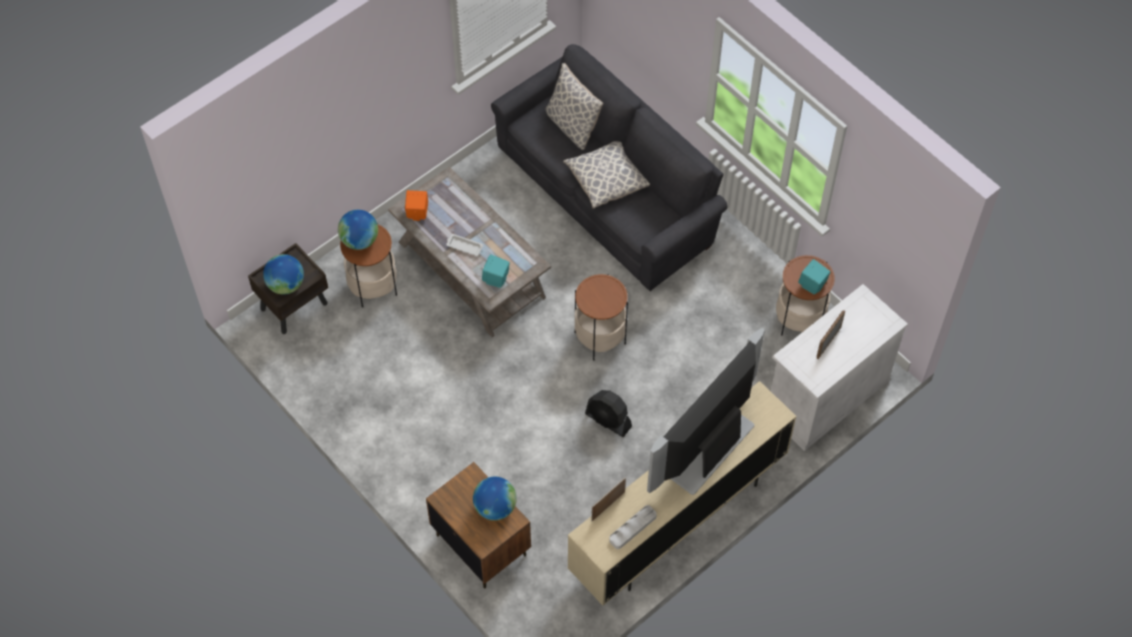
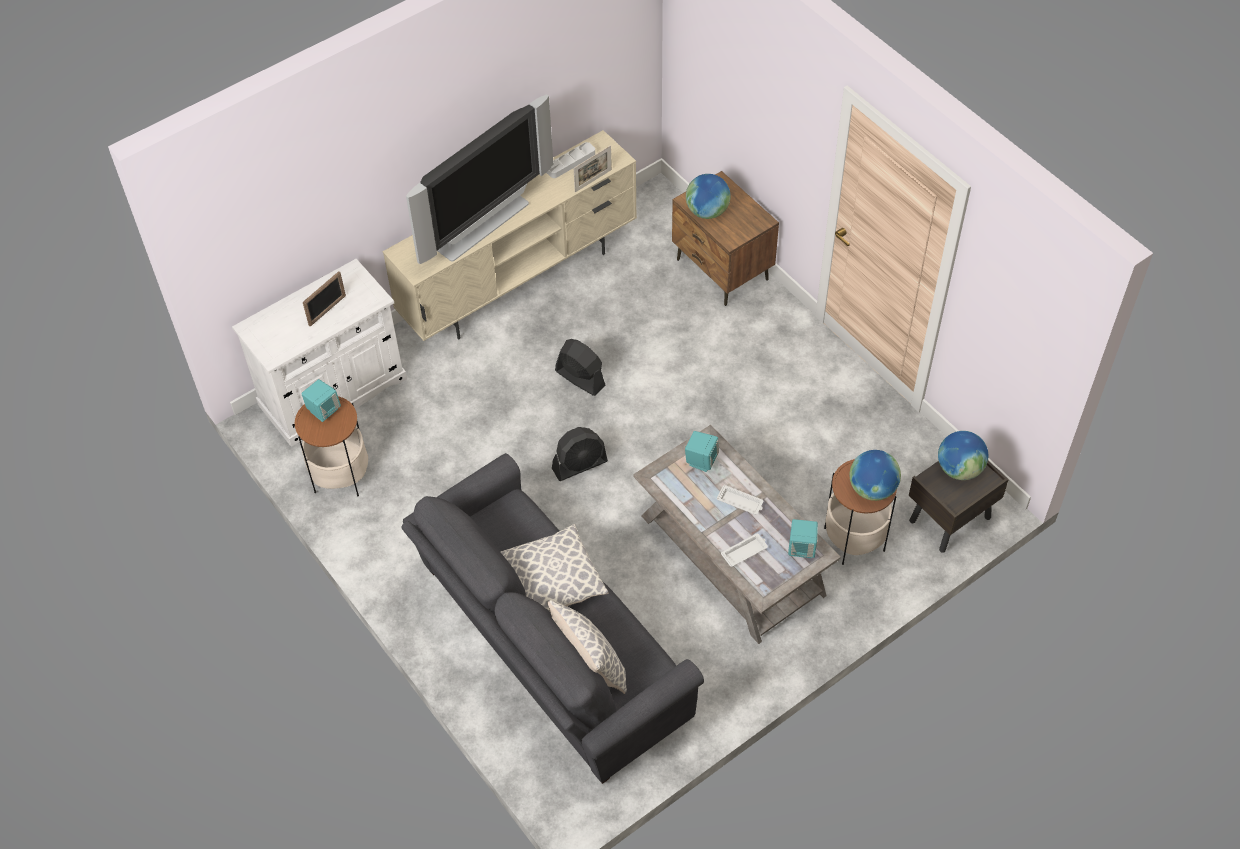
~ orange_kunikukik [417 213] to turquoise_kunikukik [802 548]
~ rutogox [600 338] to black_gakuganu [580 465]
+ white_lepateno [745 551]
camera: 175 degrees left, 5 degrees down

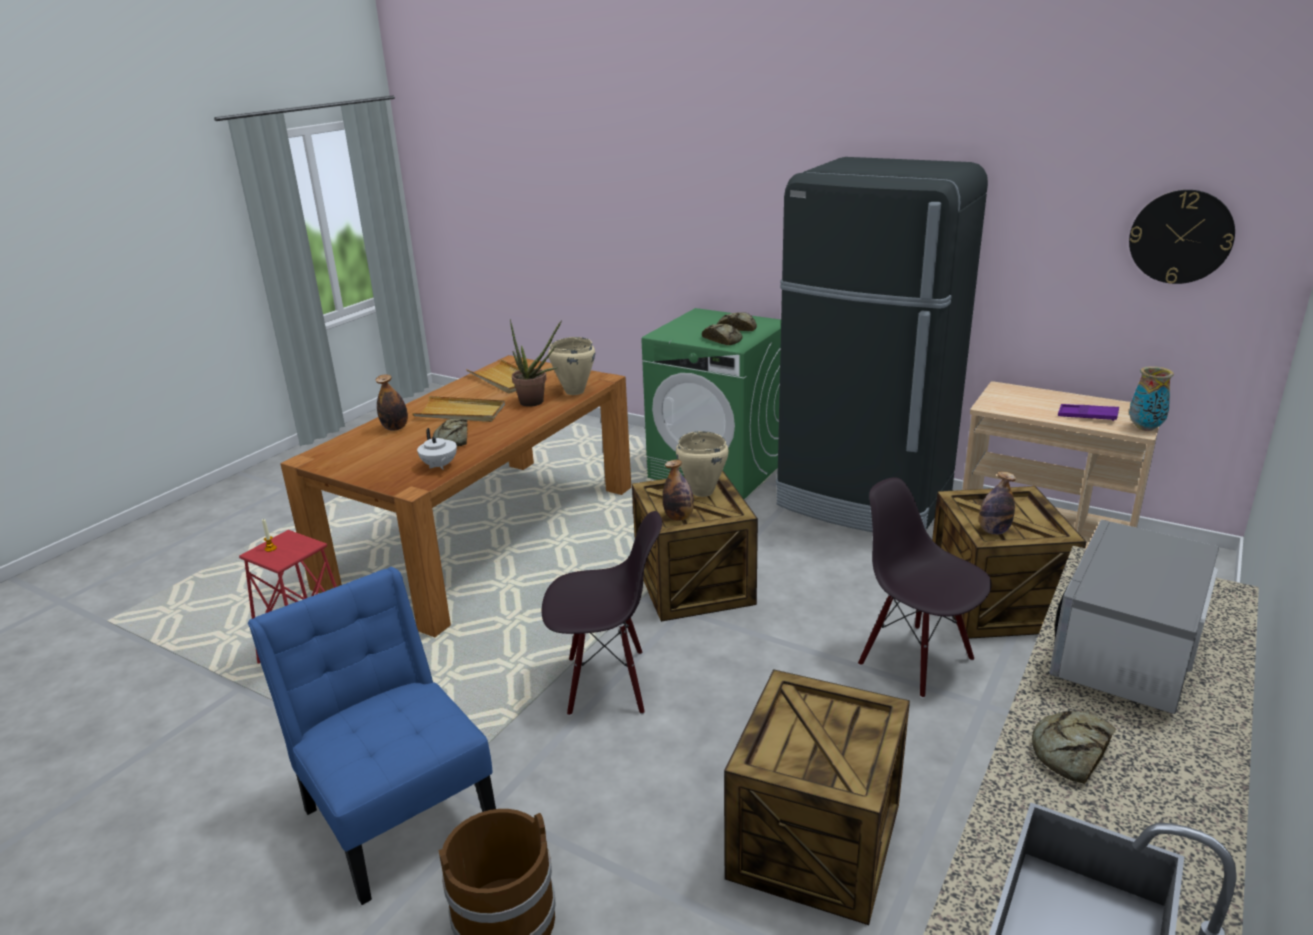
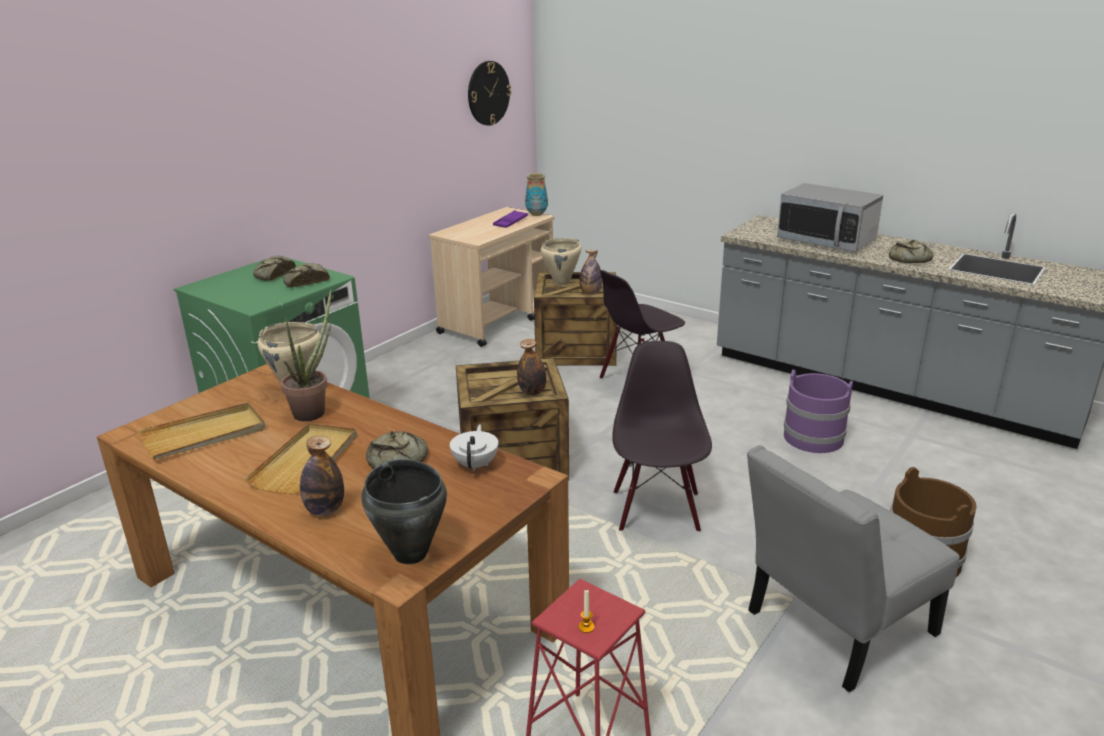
~ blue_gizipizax [396 811] to grey_gizipizax [833 627]
~ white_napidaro [439 466] = [476 464] 60 degrees counterclockwise
~ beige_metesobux [702 492] to [562 282]
~ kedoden [812 839] to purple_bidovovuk [813 437]
- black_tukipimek [864 501]
+ black_metesobux [411 553]
camera: 85 degrees left, 0 degrees up

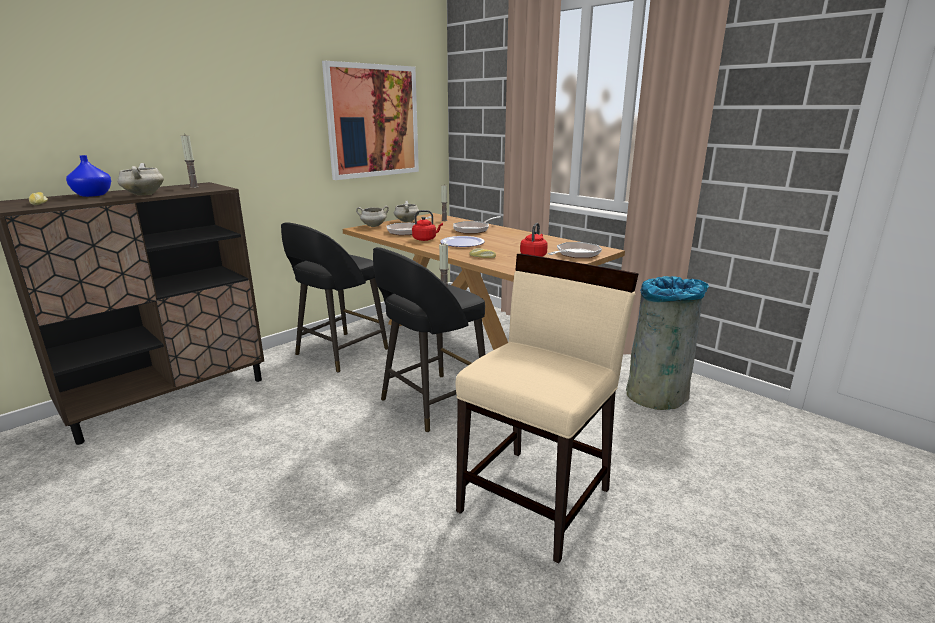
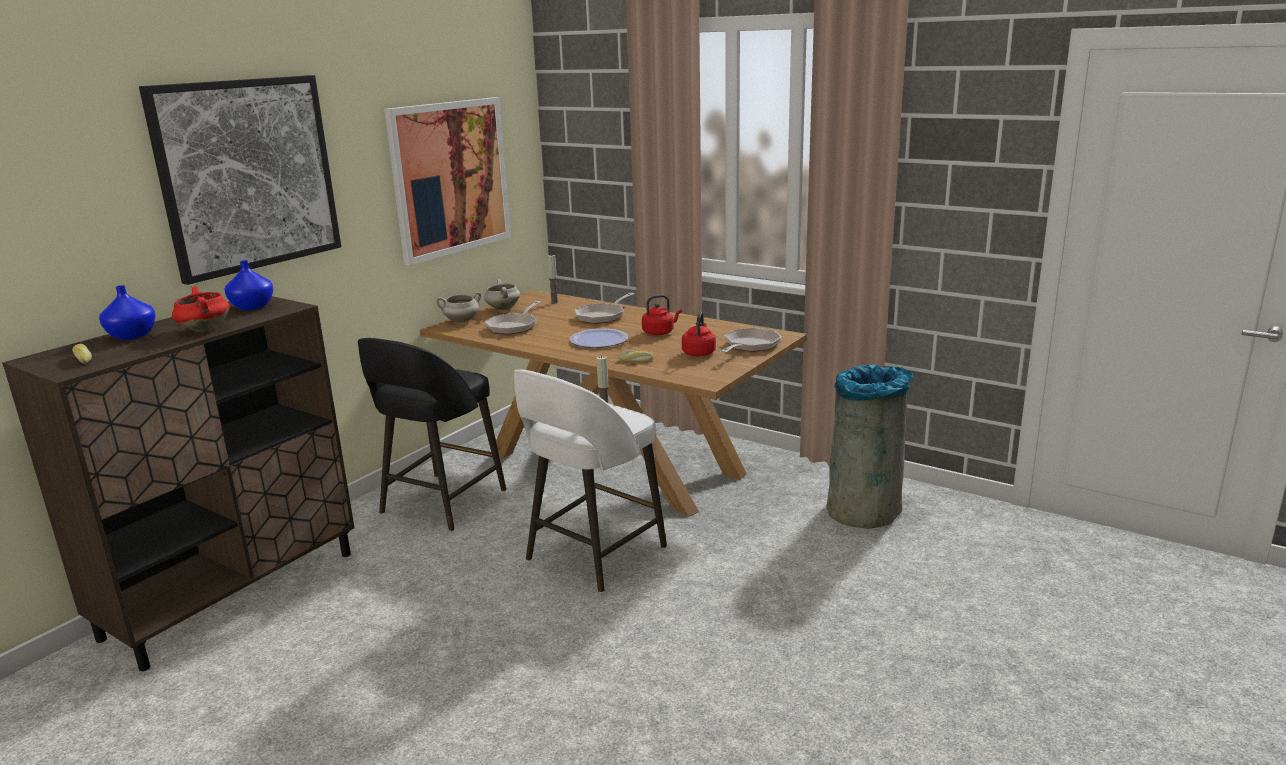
~ white_metesobux [143 195] to red_metesobux [204 329]
~ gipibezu [194 187] to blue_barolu [252 307]
~ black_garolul [432 402] to white_garolul [593 555]
~ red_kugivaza [425 239] to [659 332]
- beige_gizipizax [536 499]
+ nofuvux [248 175]
camera: 10 degrees left, 0 degrees up

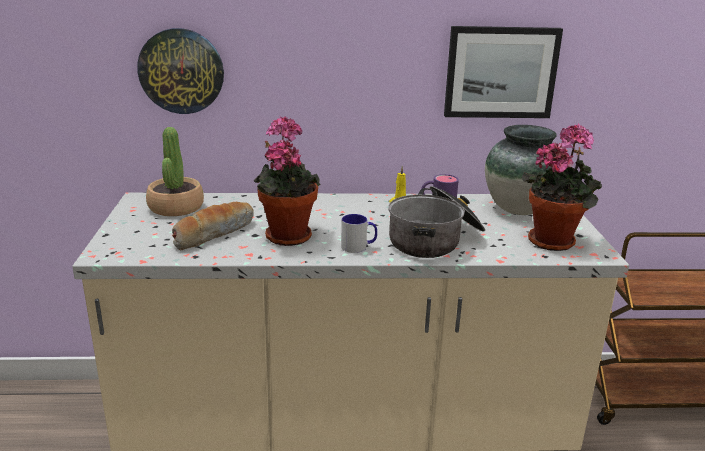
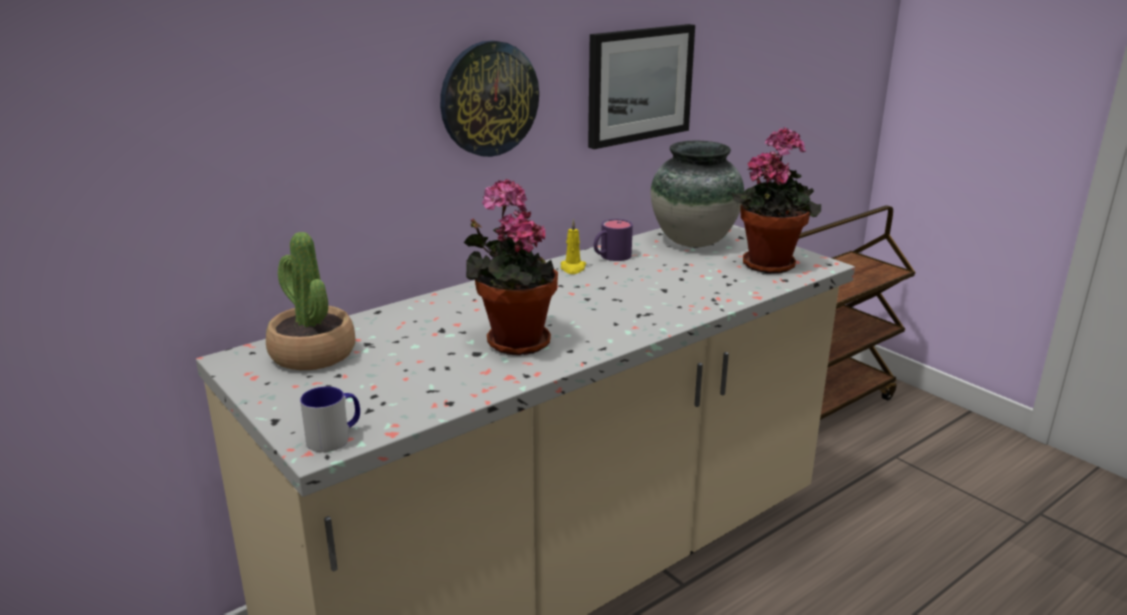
~ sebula [181 71] to [488 99]
- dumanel [214 233]
~ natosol [359 247] to [335 437]
- metesobux [435 240]
camera: 35 degrees left, 0 degrees up

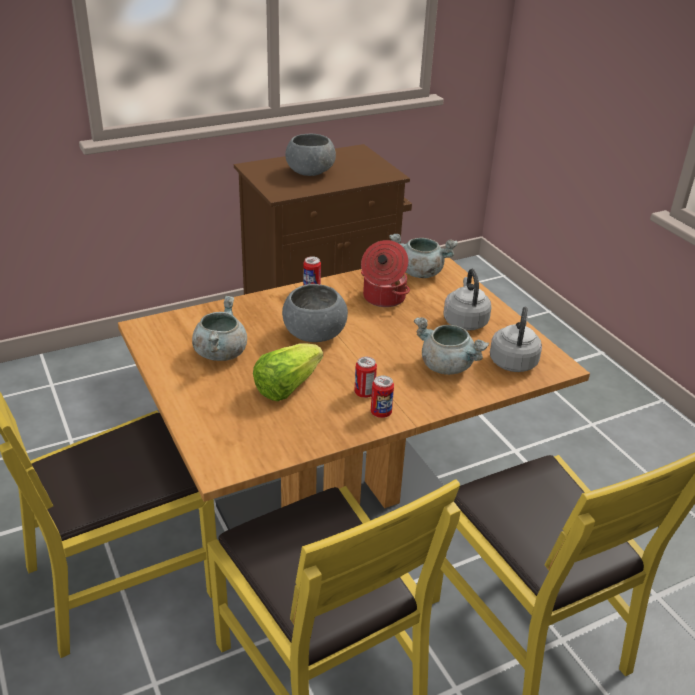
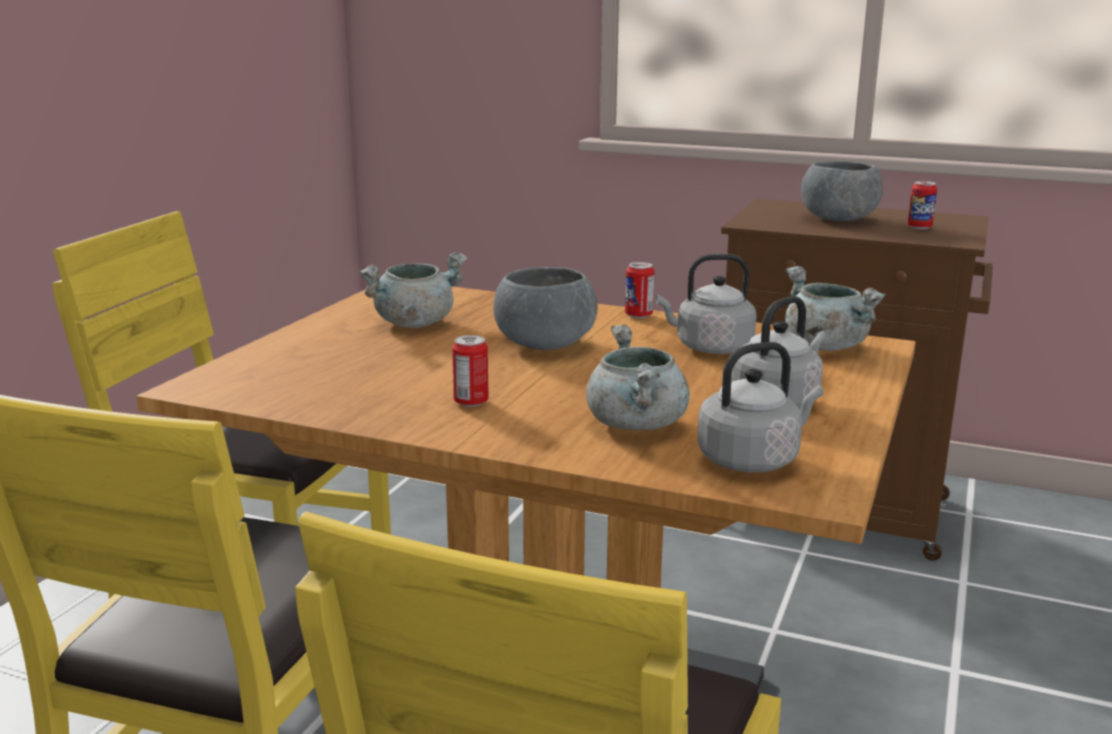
- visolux [287 386]
~ metesobux [383 298] to grey_kugivaza [710 348]
~ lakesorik [381 413] to [919 227]
camera: 50 degrees right, 15 degrees down

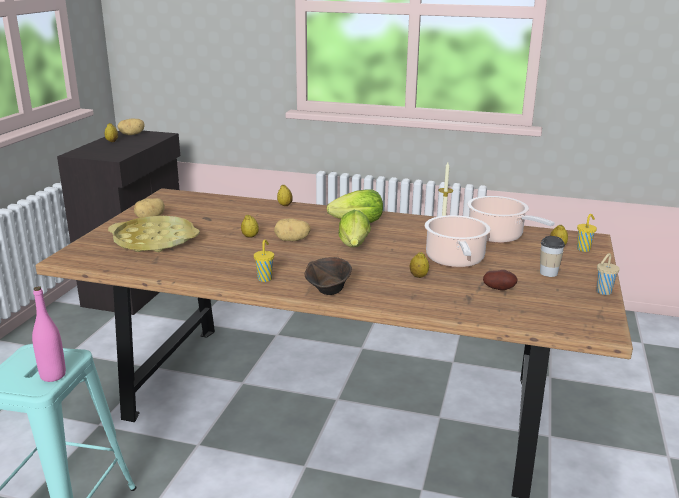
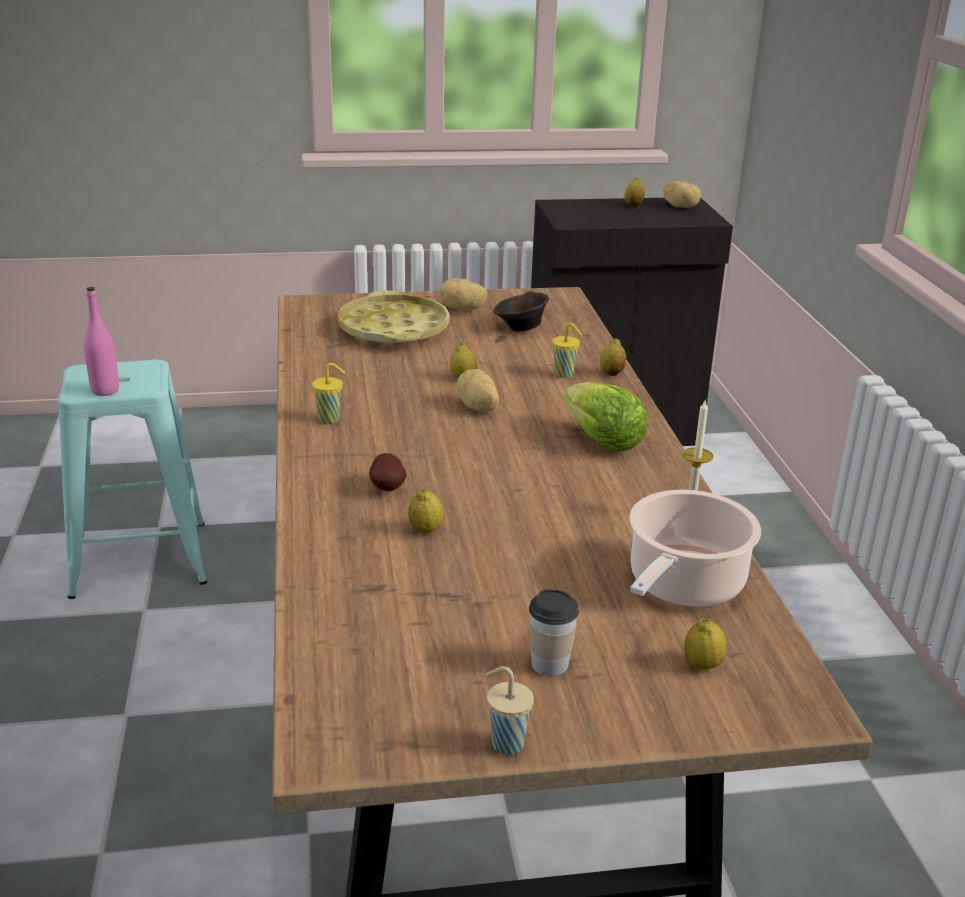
~ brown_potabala [328 291] to [520 328]
- visolux [354 247]
- metesobux [455 260]
~ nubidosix [499 289] to [388 488]
~ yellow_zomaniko [584 249] to [565 375]
camera: 65 degrees right, 5 degrees up

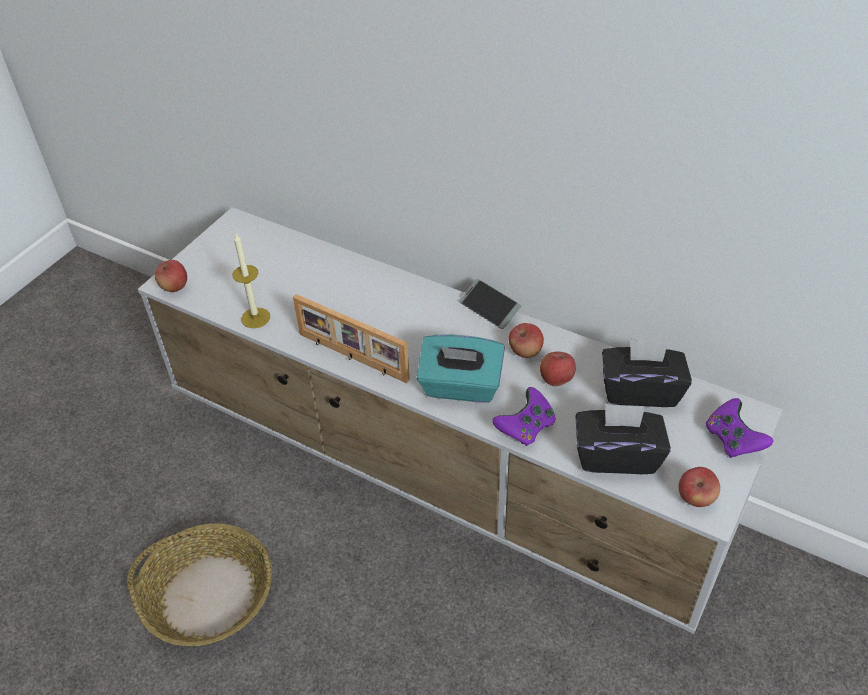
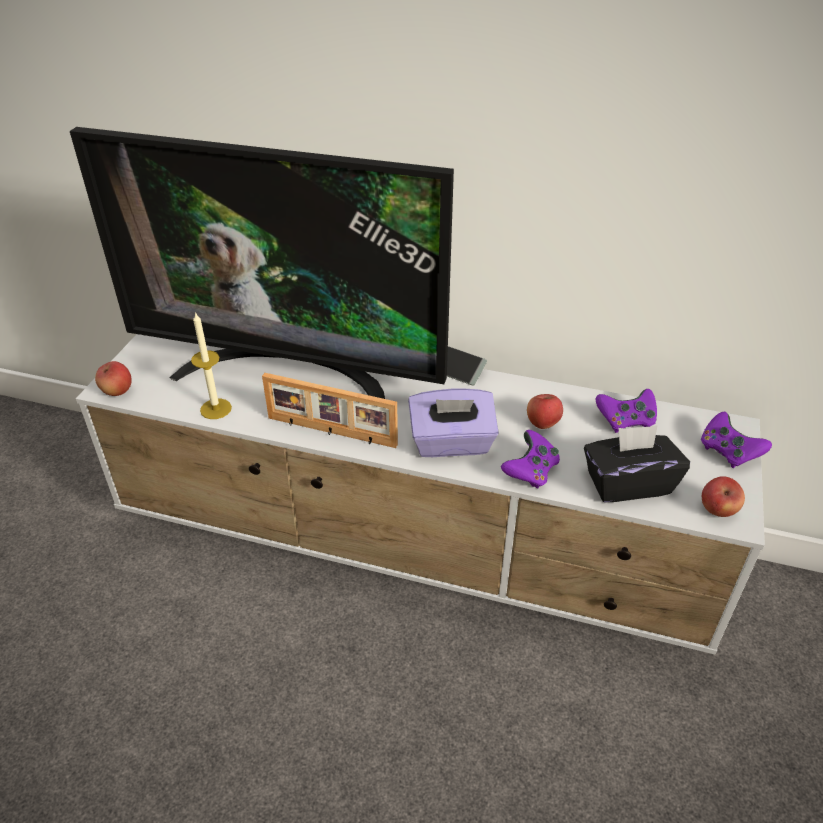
- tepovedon [210 595]
~ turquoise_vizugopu [460 387] to purple_vizugopu [452 443]
- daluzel [525 352]
~ black_vizugopu [640 390] to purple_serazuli [625 421]
+ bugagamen [290 372]
camera: 15 degrees left, 5 degrees down

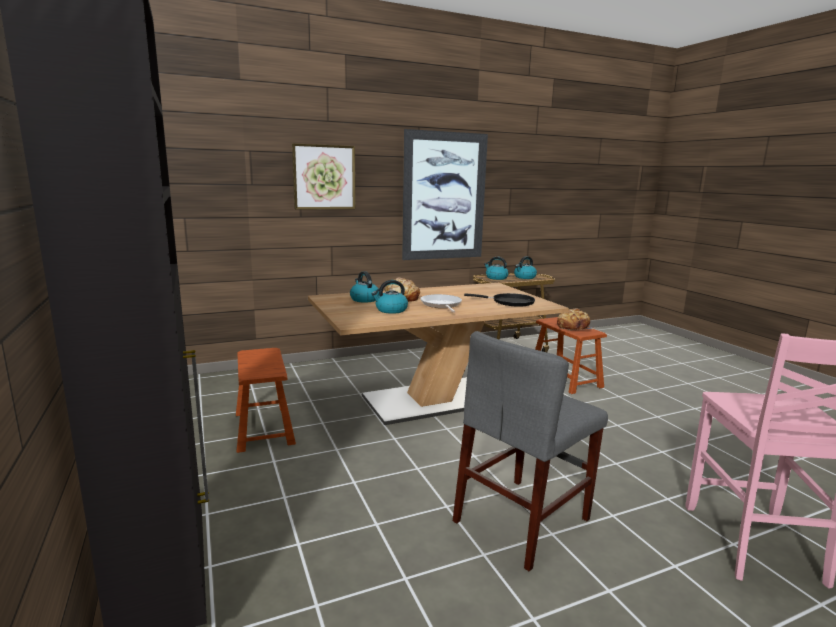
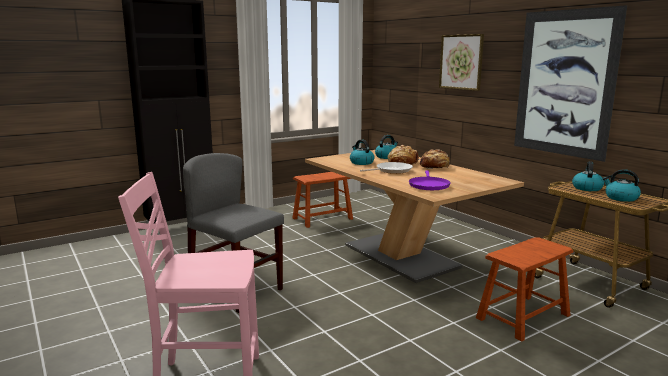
~ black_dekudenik [510 302] to purple_dekudenik [428 185]
~ dumanel [573 327] to [434 167]
camera: 80 degrees right, 0 degrees up

